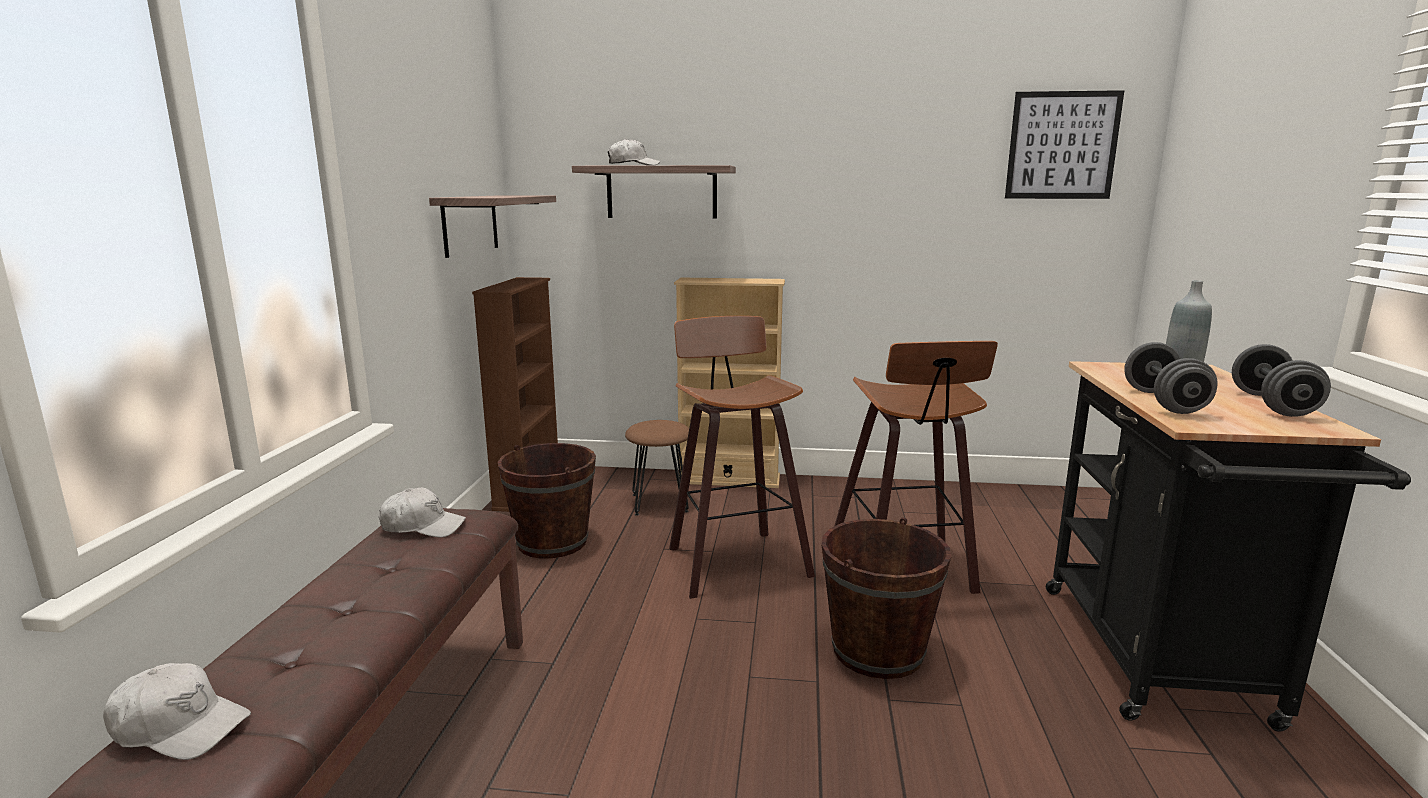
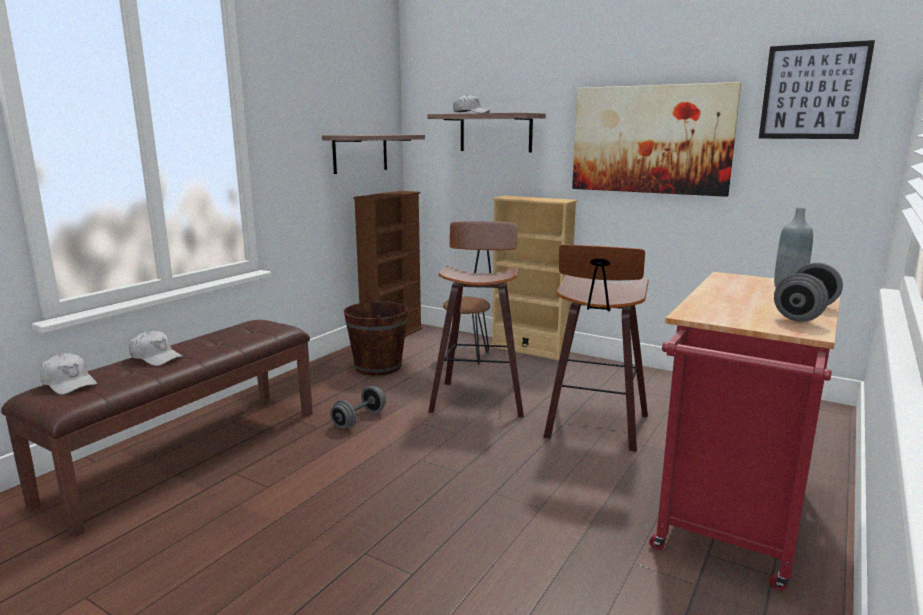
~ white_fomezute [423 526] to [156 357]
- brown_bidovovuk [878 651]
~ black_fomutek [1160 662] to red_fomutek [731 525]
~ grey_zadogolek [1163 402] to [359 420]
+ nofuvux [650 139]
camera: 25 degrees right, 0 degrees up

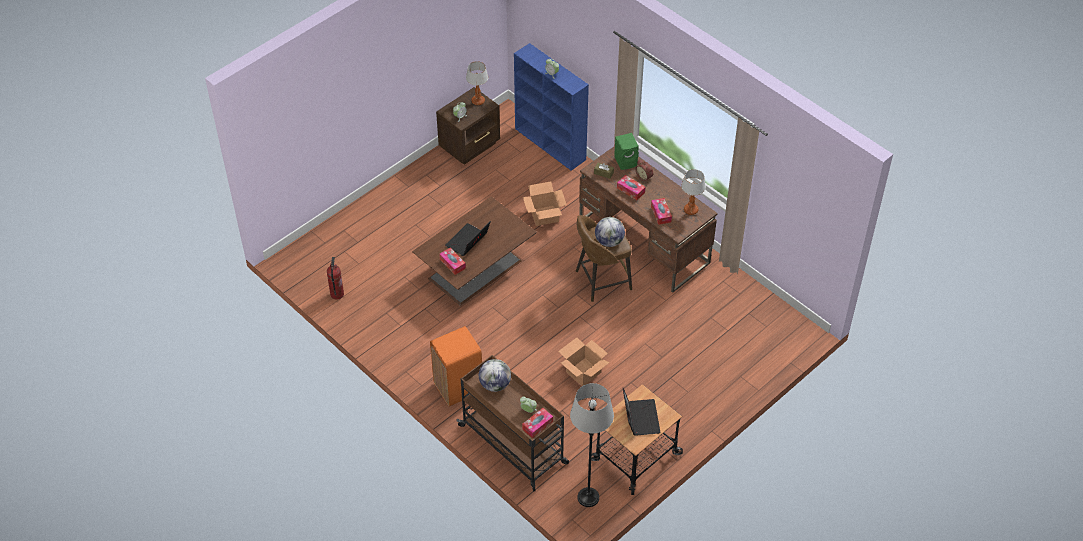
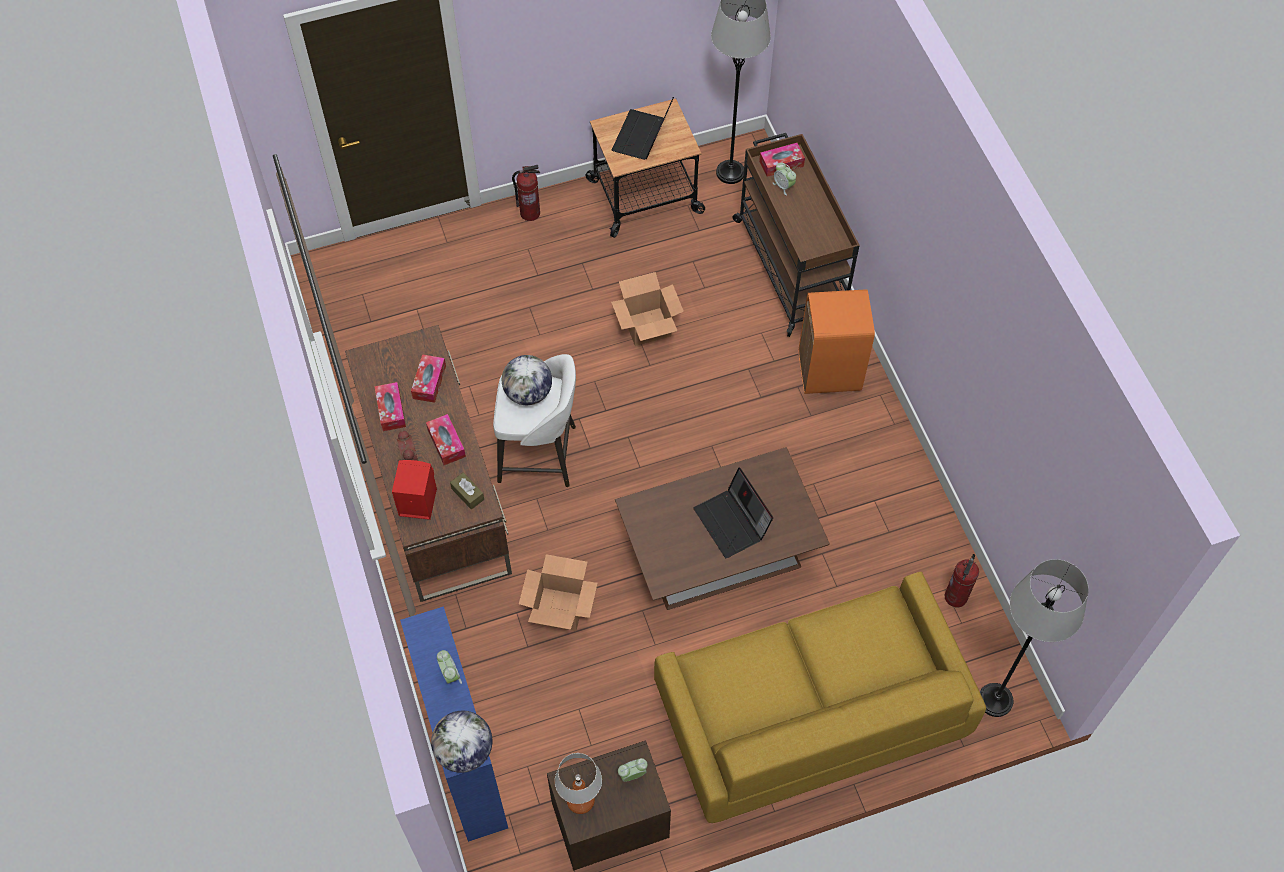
~ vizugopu [452 264] to [391 410]
~ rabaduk [468 242] = [732 523] 90 degrees clockwise
~ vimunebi [495 384] to [464 751]
~ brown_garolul [601 280] to white_garolul [540 454]
~ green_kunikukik [626 161] to red_kunikukik [416 501]
- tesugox [690 210]
+ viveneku [530 213]
+ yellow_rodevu [809 717]
+ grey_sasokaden [995 700]
camera: 155 degrees left, 10 degrees up

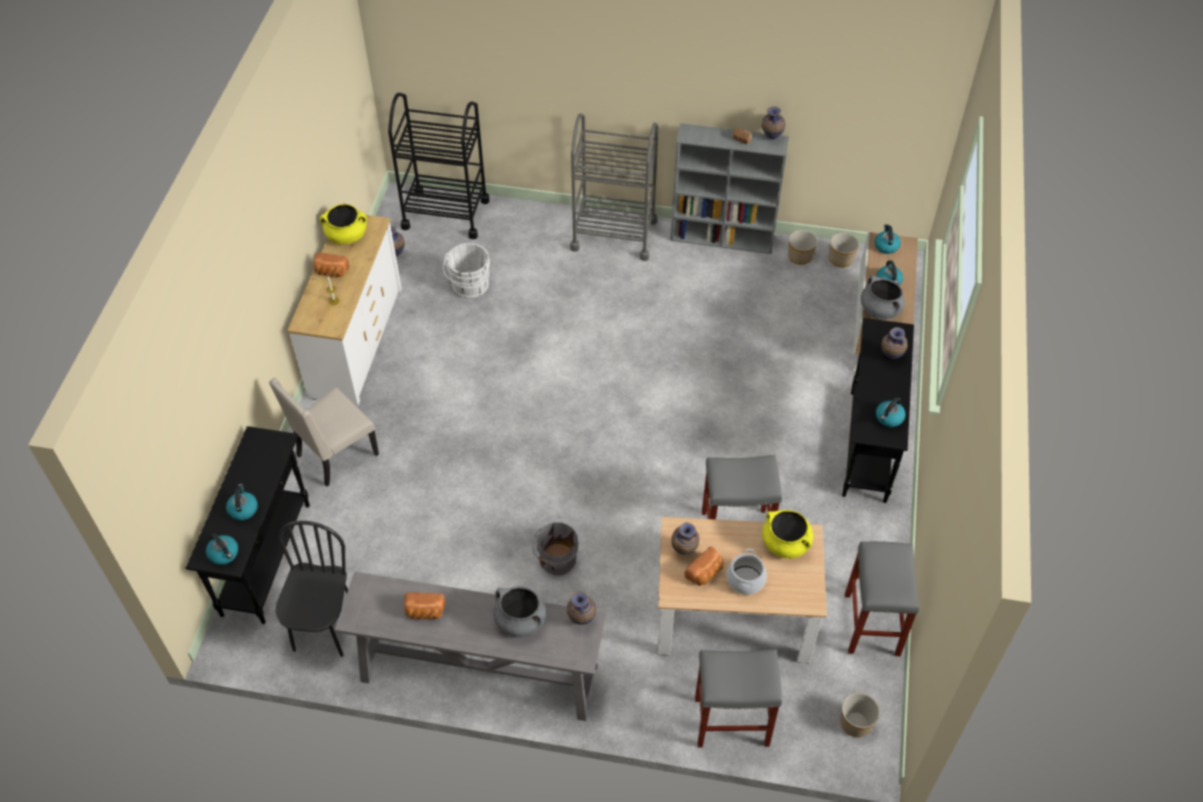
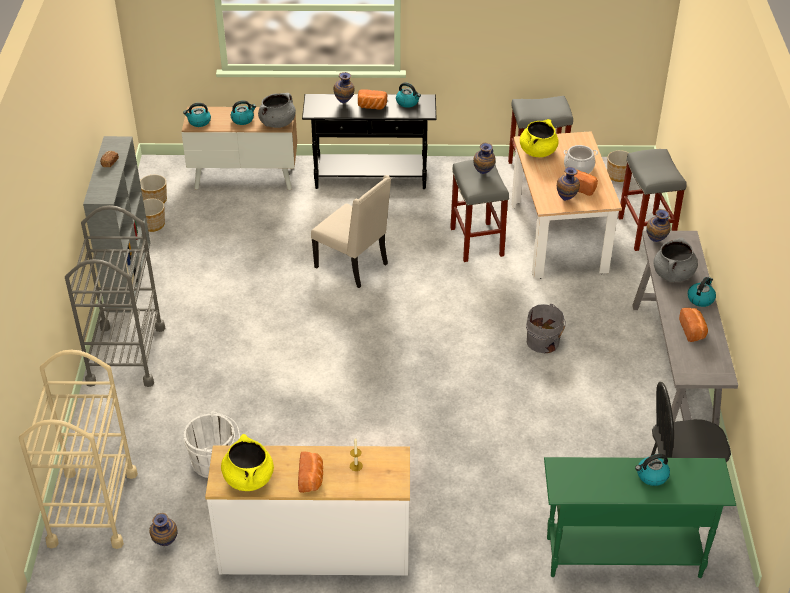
~ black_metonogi [267 558] to green_metonogi [622 556]
~ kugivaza [224 554] to [700 299]
~ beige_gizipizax [335 455] to [353 266]
~ black_fomutek [445 214] to beige_fomutek [93 508]
~ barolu [771 138] to [483 174]
+ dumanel [371 107]
camera: 100 degrees left, 10 degrees down

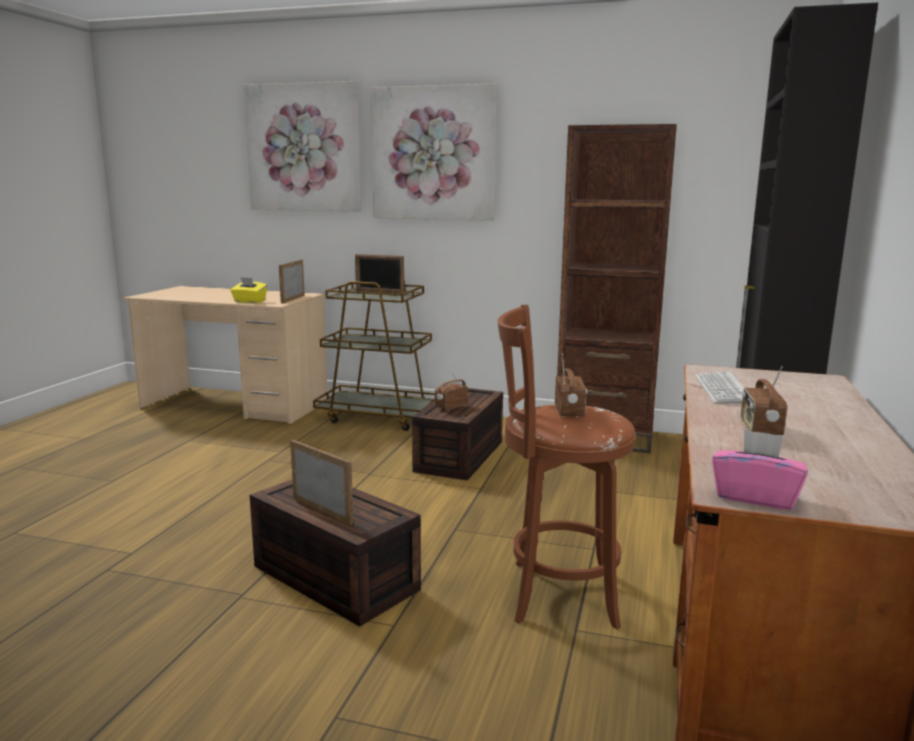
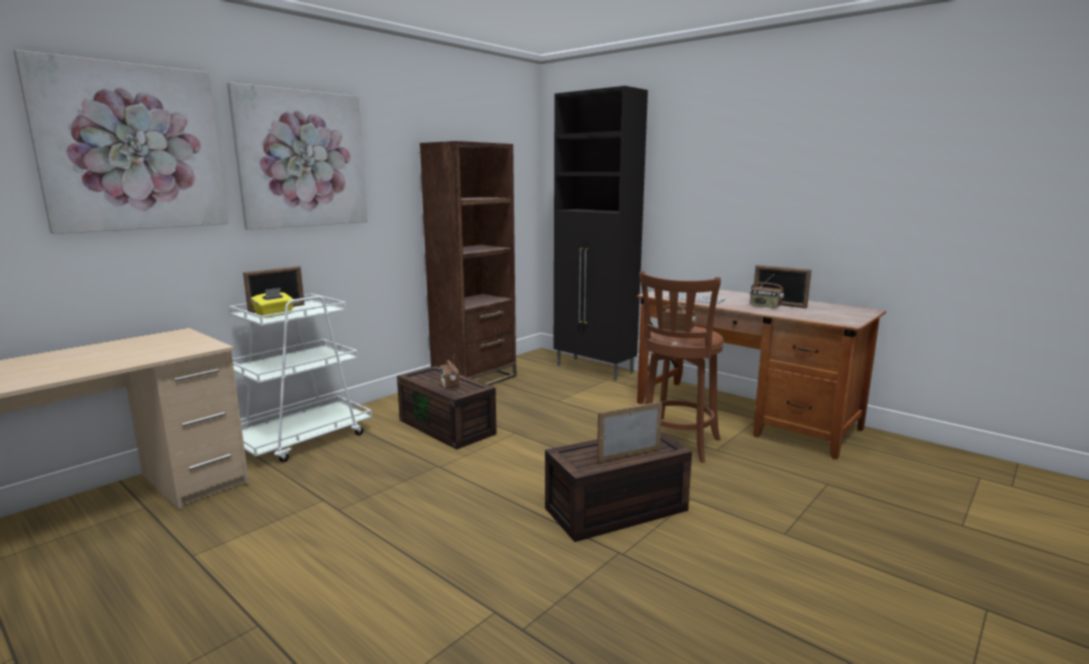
~ yellow_vizugopu [249 301] to [274 314]
~ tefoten [292 299] to [779 305]
~ brown_fomutek [379 416] to white_fomutek [303 439]
- pink_vizugopu [755 497]
camera: 65 degrees left, 0 degrees up

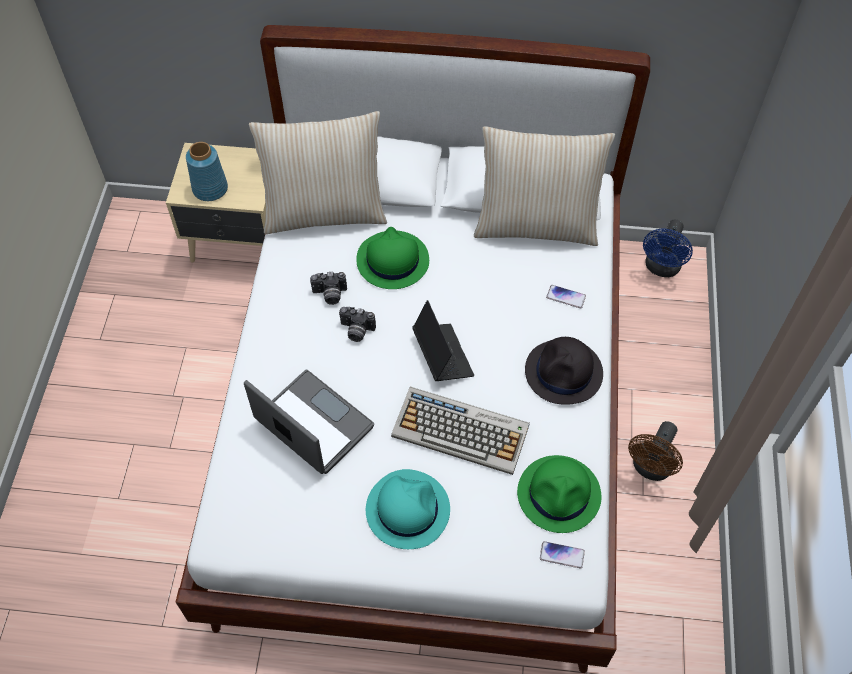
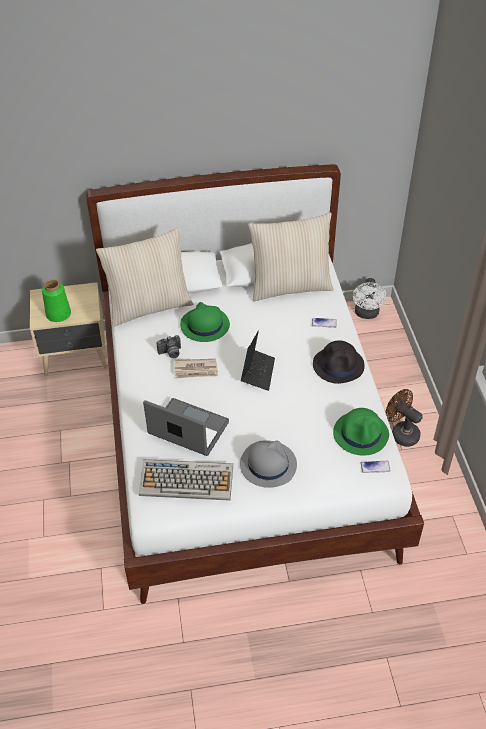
~ blue_barolu [210 189] to green_barolu [59 314]
~ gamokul [356 331] to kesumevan [196 370]
~ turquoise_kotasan [407 509] to grey_kotasan [267 464]
~ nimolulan [462 431] to [187 480]
~ rabaduk [442 355] = [258 372] 45 degrees clockwise
~ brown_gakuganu [650 468] = [401 433] 120 degrees clockwise
~ blue_gakuganu [661 268] to white_gakuganu [367 314]
camera: 15 degrees left, 10 degrees down

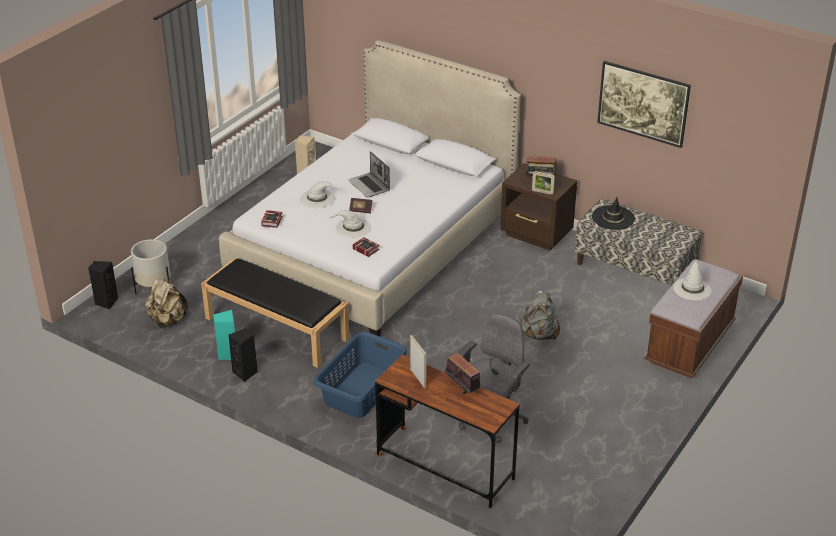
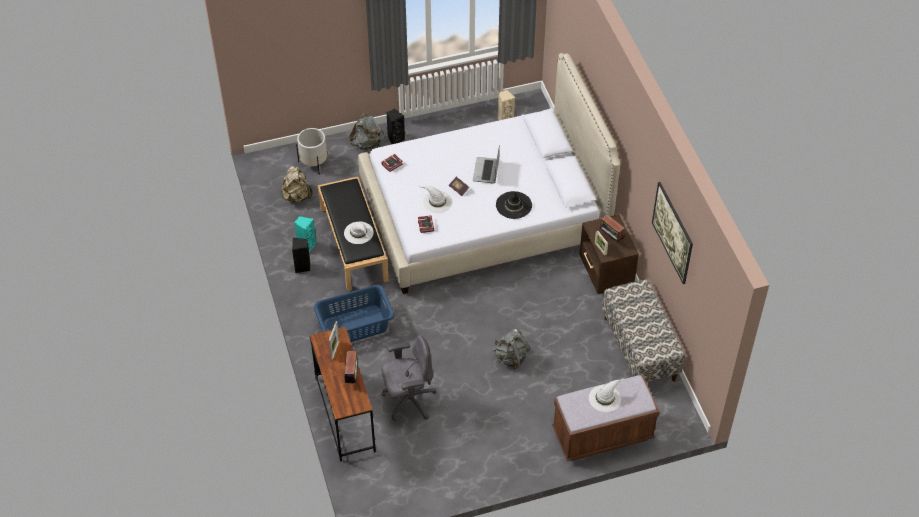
~ black_kunikukik [106 302] to [395 139]
~ white_kotasan [318 198] to [359 233]
~ black_kotasan [613 218] to [513 205]
+ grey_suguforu [367 144]
camera: 40 degrees right, 15 degrees up

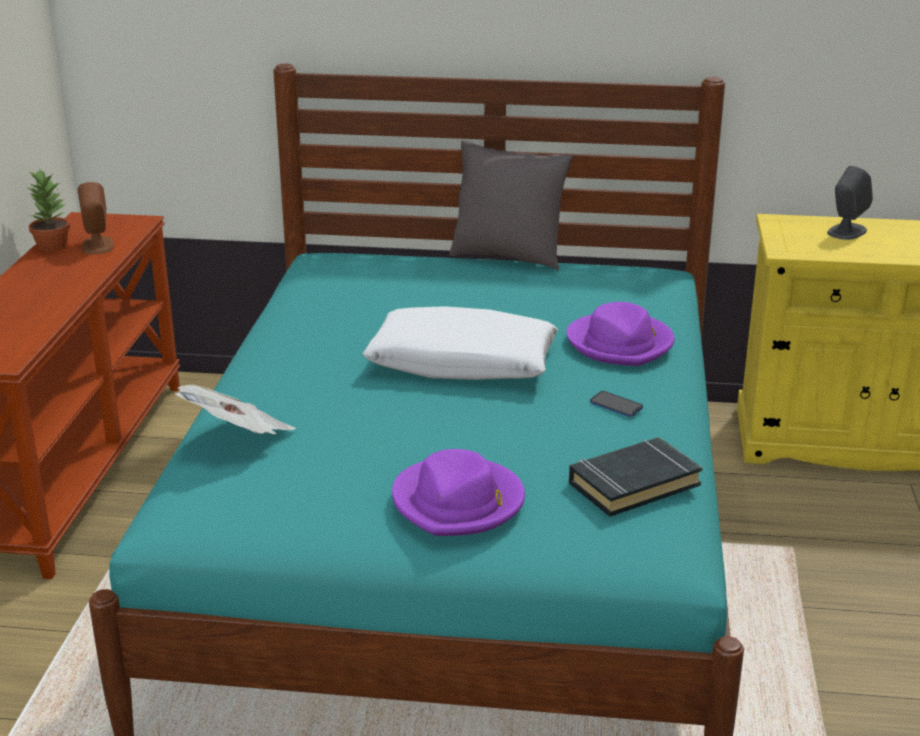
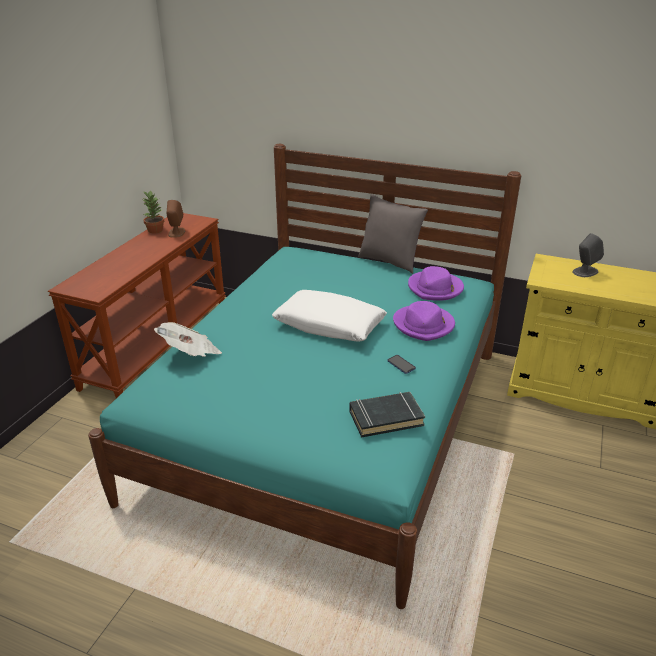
~ purple_kotasan [459 502] to [435 288]
camera: 15 degrees right, 5 degrees up

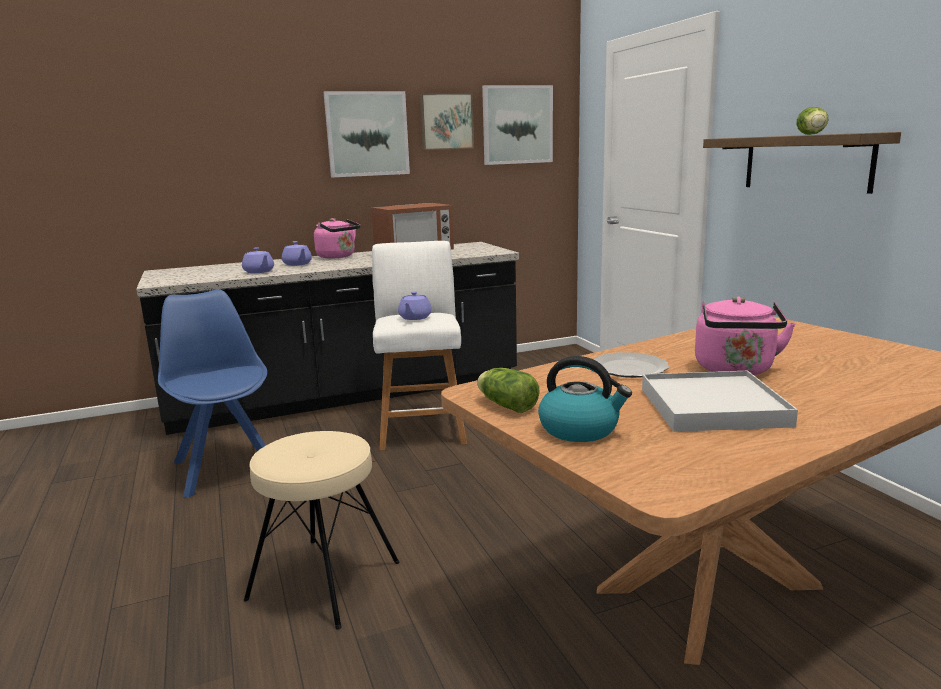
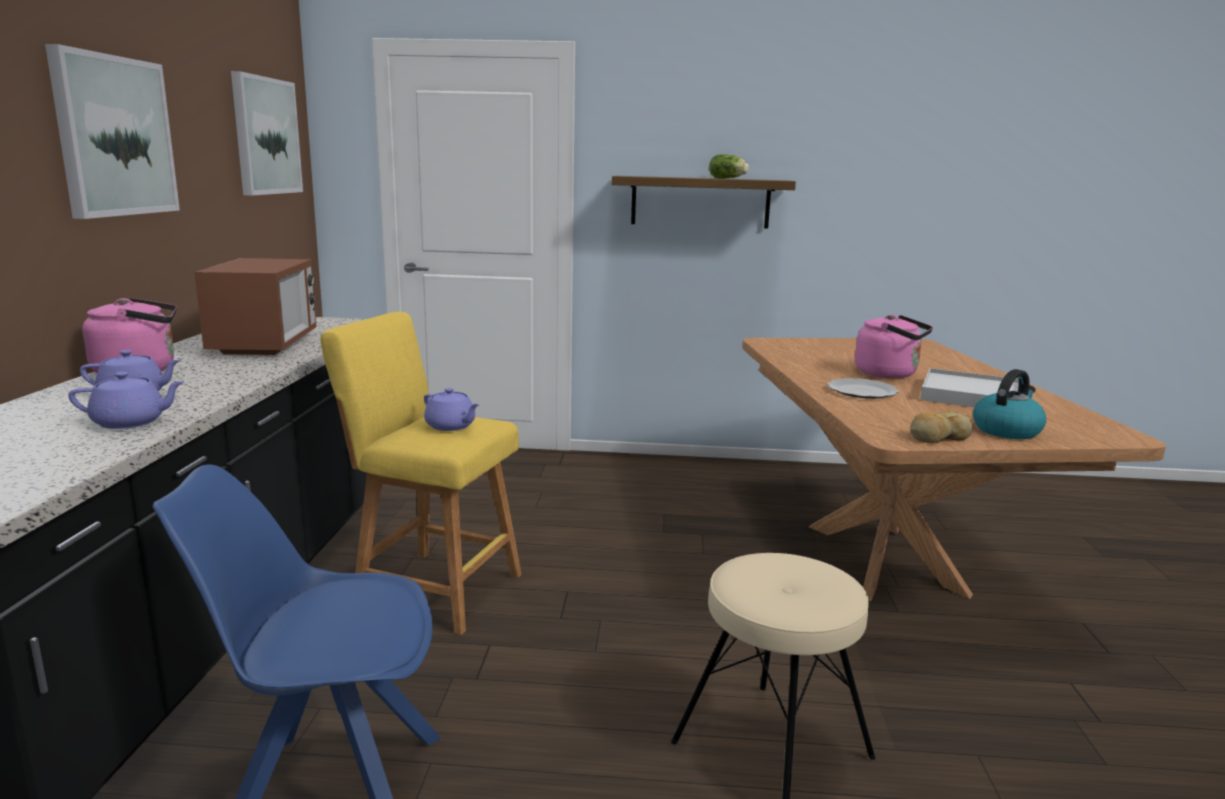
~ white_garolul [422 427] to yellow_garolul [432 589]
- nofuvux [446 121]
~ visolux [505 405] to dumanel [938 437]
camera: 65 degrees left, 0 degrees up

